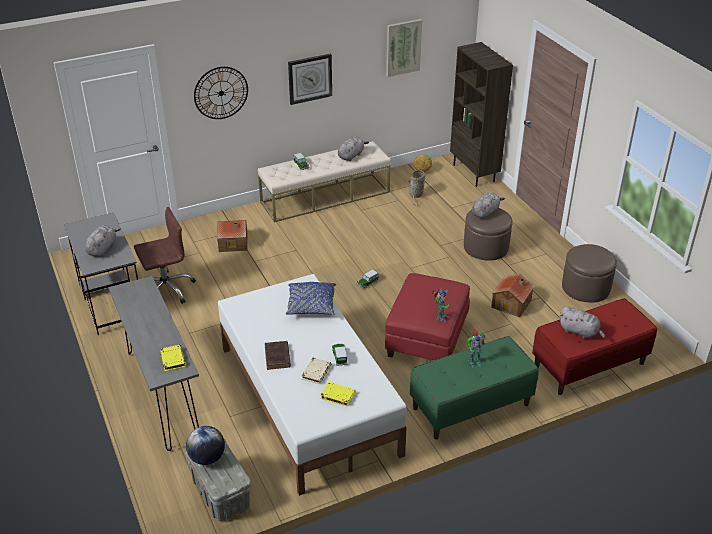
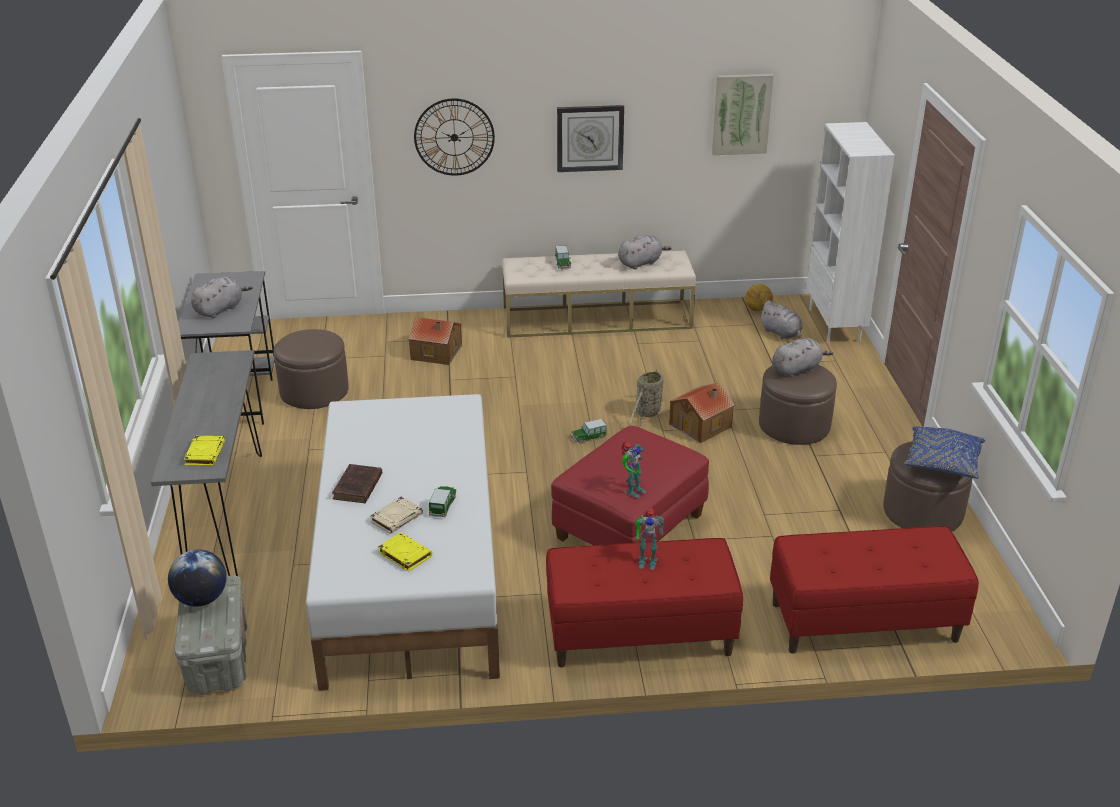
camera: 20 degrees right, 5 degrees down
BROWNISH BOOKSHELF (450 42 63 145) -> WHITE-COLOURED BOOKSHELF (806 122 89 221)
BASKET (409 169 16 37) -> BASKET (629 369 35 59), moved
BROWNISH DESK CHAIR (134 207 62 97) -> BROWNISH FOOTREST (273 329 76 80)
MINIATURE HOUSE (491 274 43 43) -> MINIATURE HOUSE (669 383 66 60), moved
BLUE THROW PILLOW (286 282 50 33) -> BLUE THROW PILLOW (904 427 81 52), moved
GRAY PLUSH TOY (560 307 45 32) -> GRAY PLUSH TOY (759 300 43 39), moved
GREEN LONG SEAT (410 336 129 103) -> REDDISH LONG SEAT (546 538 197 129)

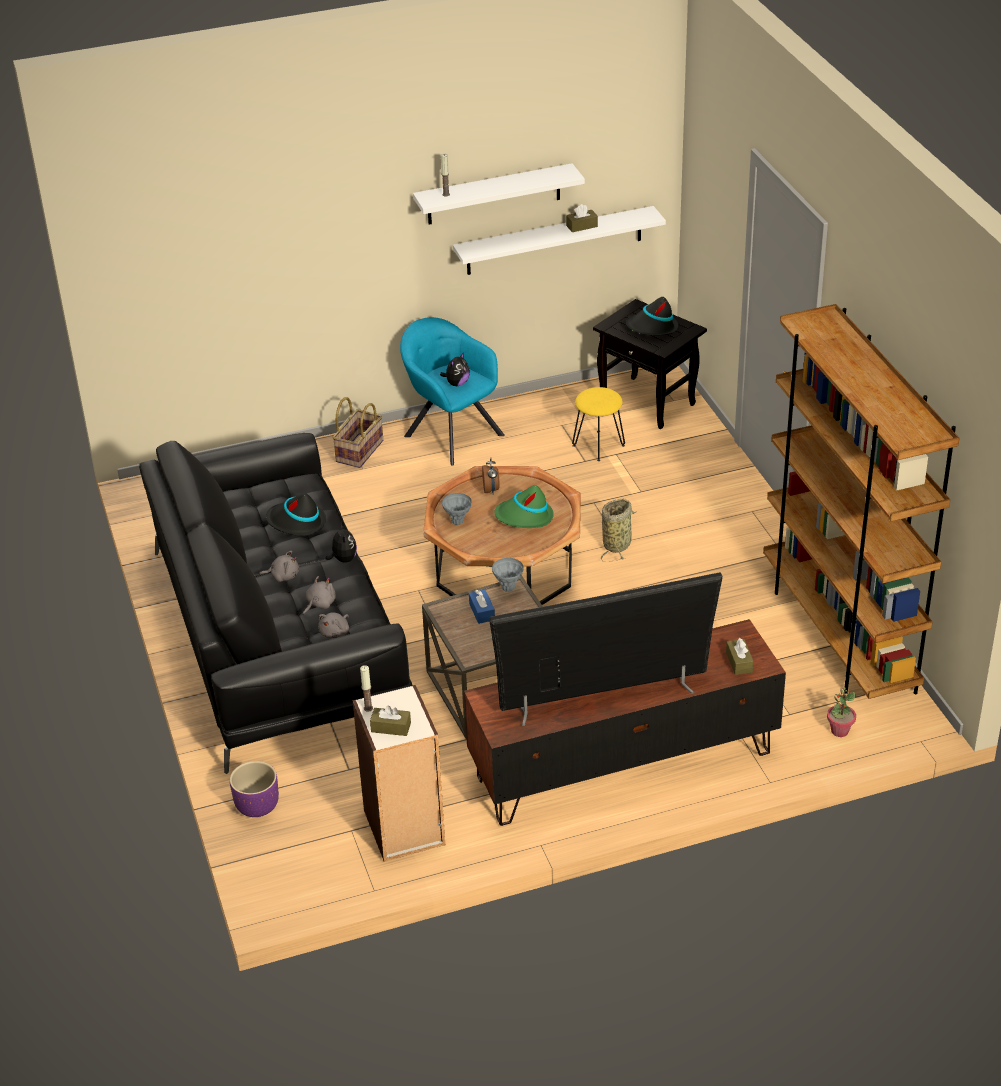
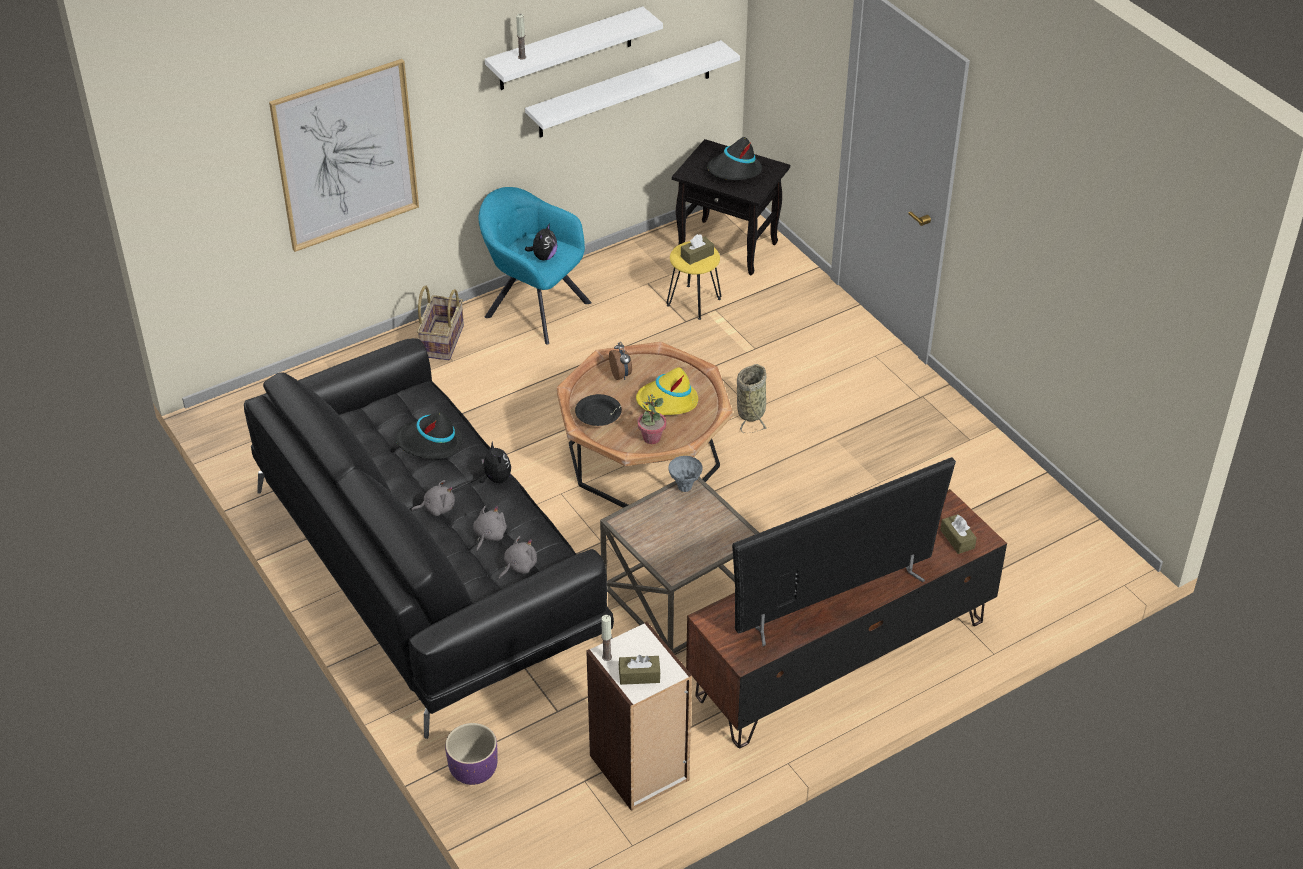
camera: 15 degrees left, 5 degrees up
BROWNISH BOX OF TISSUES (566 204 32 28) -> BROWNISH BOX OF TISSUES (681 234 33 31), moved
BROWNISH BOOKSHELF (763 304 197 395) -> none
GREEN WEARABLE HAT (494 485 60 43) -> YELLOW WEARABLE HAT (636 367 62 48)
GRAY VASE (442 493 30 32) -> BLACK-COLOURED DEEP DISH (575 394 47 32)
BLUE BOX OF TISSUES (469 590 26 34) -> none
GRAY PLUSH TOY (318 613 31 26) -> GRAY PLUSH TOY (499 536 38 43), 150 degrees counterclockwise
HOUSEPLANT (827 688 29 49) -> HOUSEPLANT (638 394 28 50), moved
none -> PICTURE (269 59 150 193)

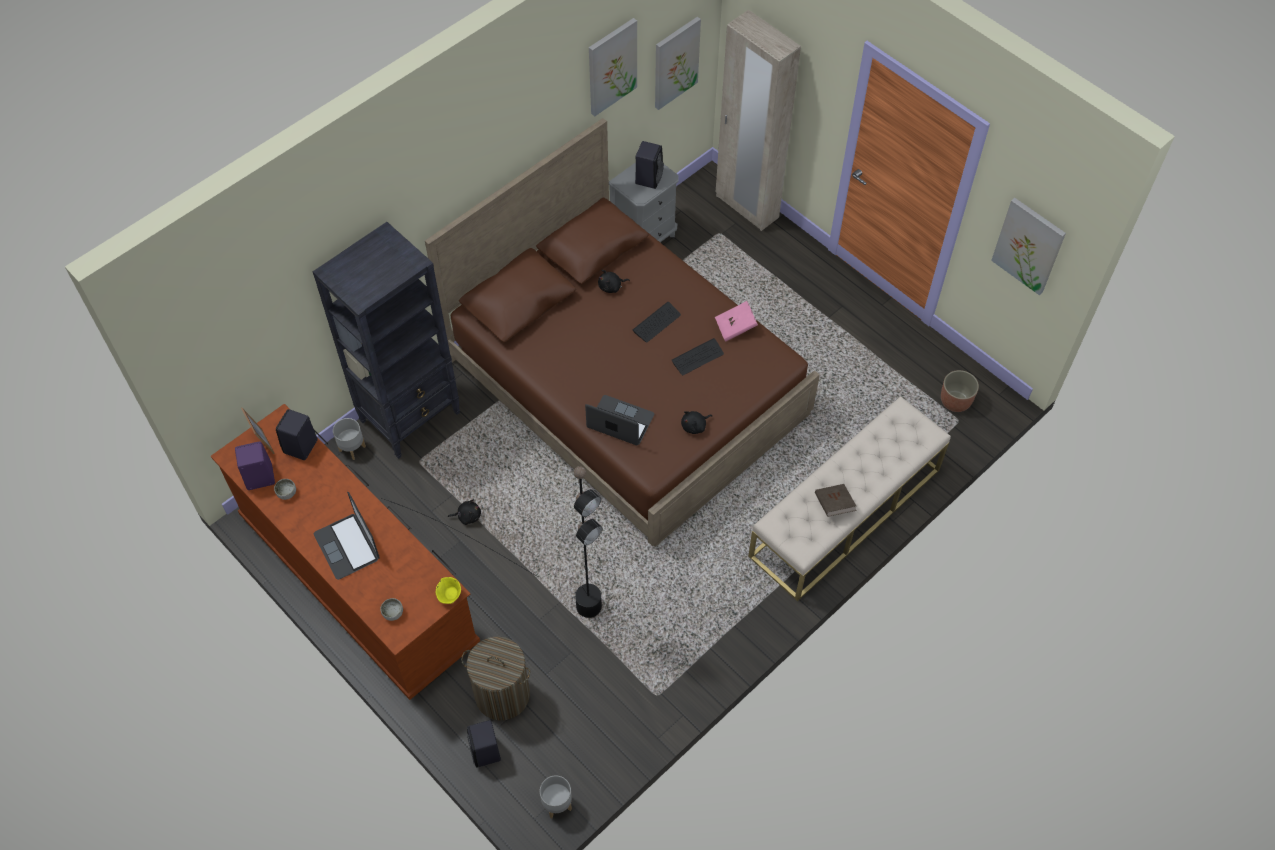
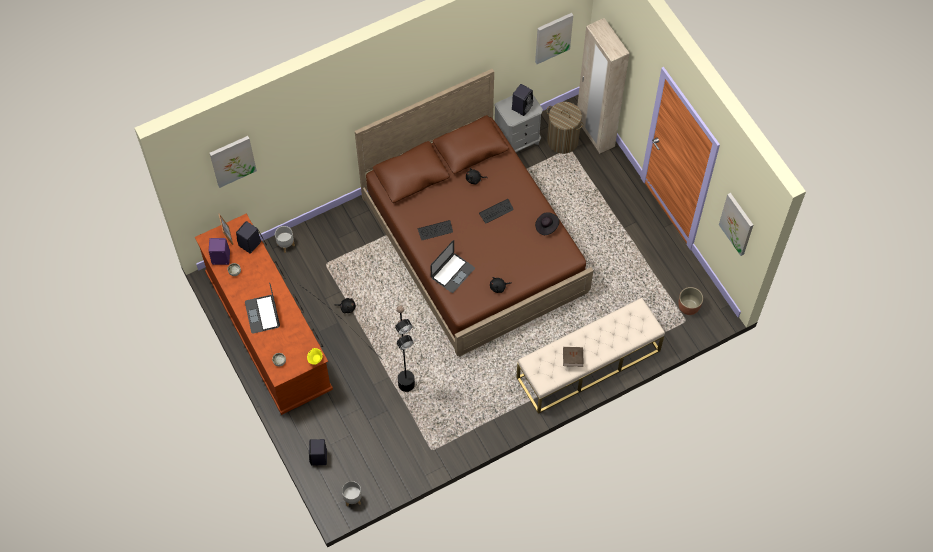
camera: 15 degrees right, 5 degrees up
PICTURE (589 18 48 98) -> PICTURE (210 136 47 52), moved
BLACK-COLOURED BOOKSHELF (313 222 147 237) -> none
PINKISH BOOK (715 301 43 40) -> BLACK-COLOURED WEARABLE HAT (535 212 24 23)
COMPUTER KEYBOARD (672 338 52 37) -> COMPUTER KEYBOARD (418 220 35 20), moved
LAPTOP (585 395 69 50) -> LAPTOP (430 240 45 53), 90 degrees clockwise
LAUNDRY BASKET (461 636 69 85) -> LAUNDRY BASKET (547 102 36 52), moved

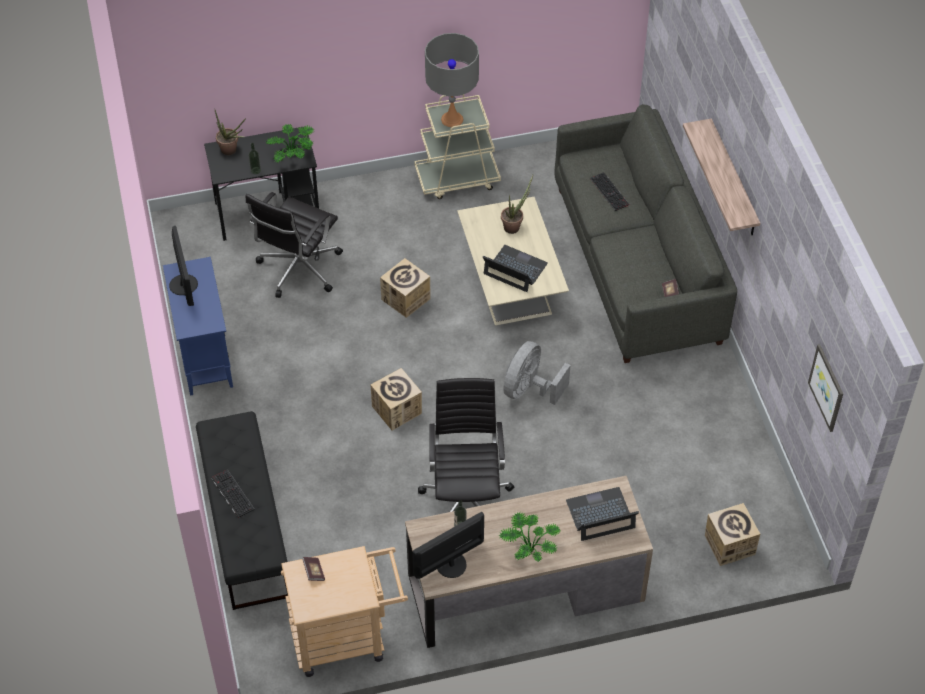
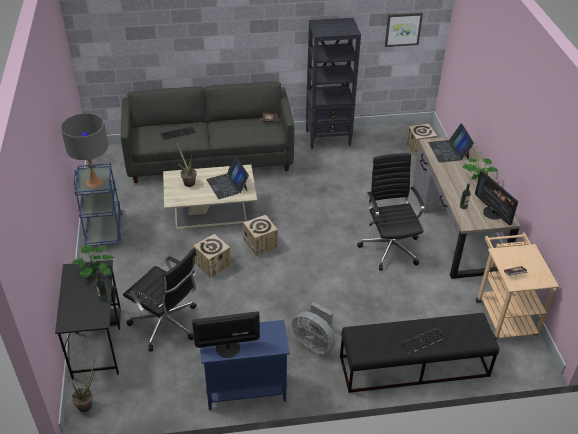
camera: 85 degrees left, 10 degrees down
BEIGE-COLOURED TROLLEY (415 94 86 105) -> BLUE TROLLEY (74 163 49 83)
HOUSEPLANT (215 110 31 45) -> HOUSEPLANT (72 358 23 54), moved
BRACKET SHELF (683 118 77 117) -> none
LAPTOP (483 245 65 47) -> LAPTOP (206 156 43 43), 60 degrees counterclockwise
GRAY COOLING FAN (503 341 67 64) -> GRAY COOLING FAN (292 302 44 52), moved
CARTON (371 368 51 63) -> CARTON (243 215 35 41), moved
BLACK-COLOURED DESK CHAIR (418 378 96 134) -> BLACK-COLOURED DESK CHAIR (357 153 67 117), 75 degrees clockwise
none -> BLACK-COLOURED BOOKSHELF (306 18 55 131)

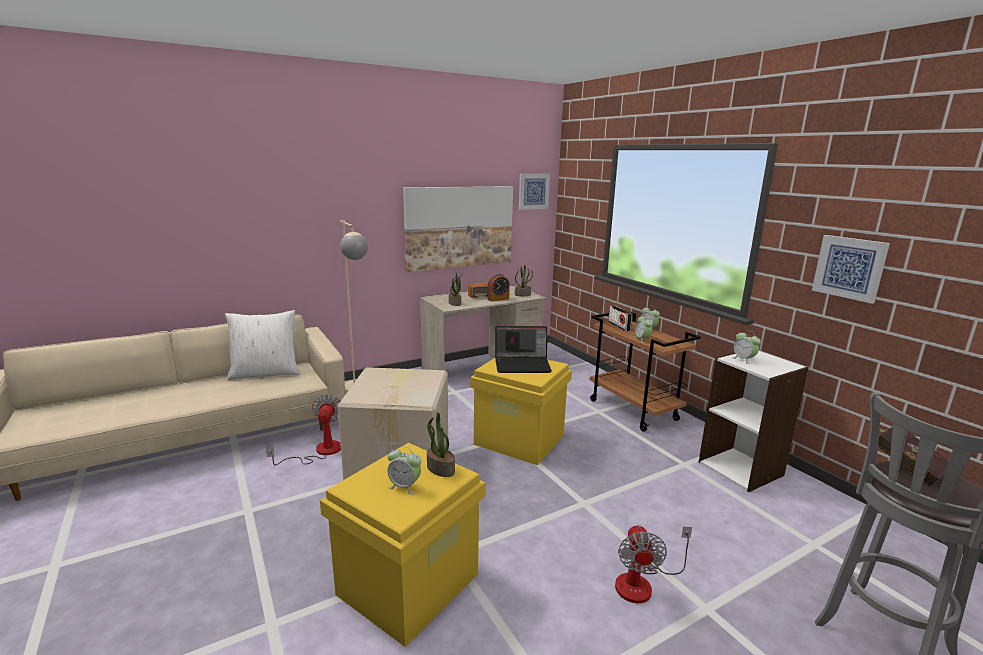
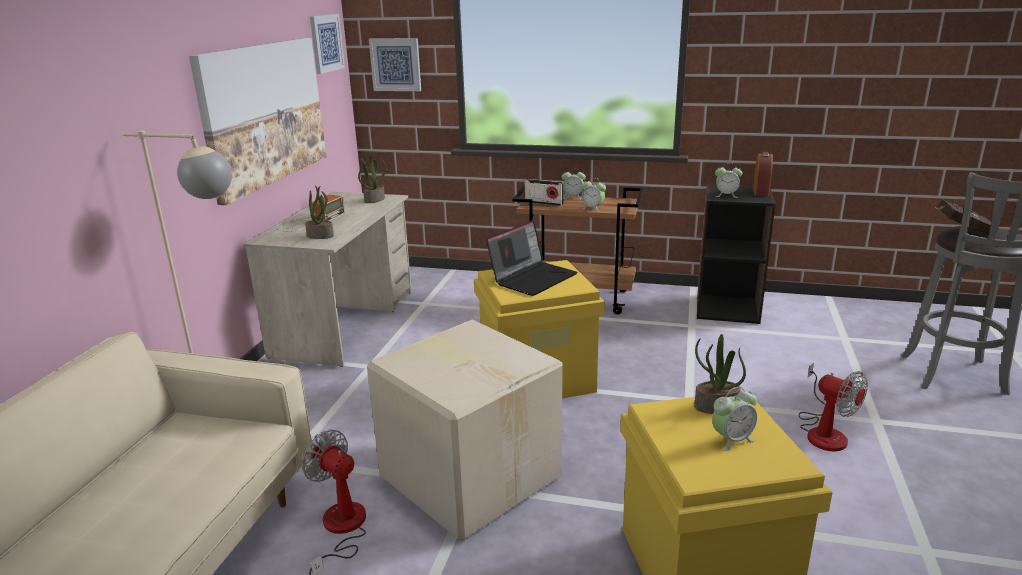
camera: 45 degrees left, 5 degrees up
PICTURE (812 235 78 69) -> PICTURE (369 38 52 53), moved
ALARM CLOCK (487 274 23 28) -> ALARM CLOCK (753 152 20 44), moved
WHITE-COLOURED THROW PILLOW (225 310 75 70) -> none
WHITE-COLOURED BOOKSHELF (699 351 110 141) -> BLACK-COLOURED BOOKSHELF (697 184 78 140)

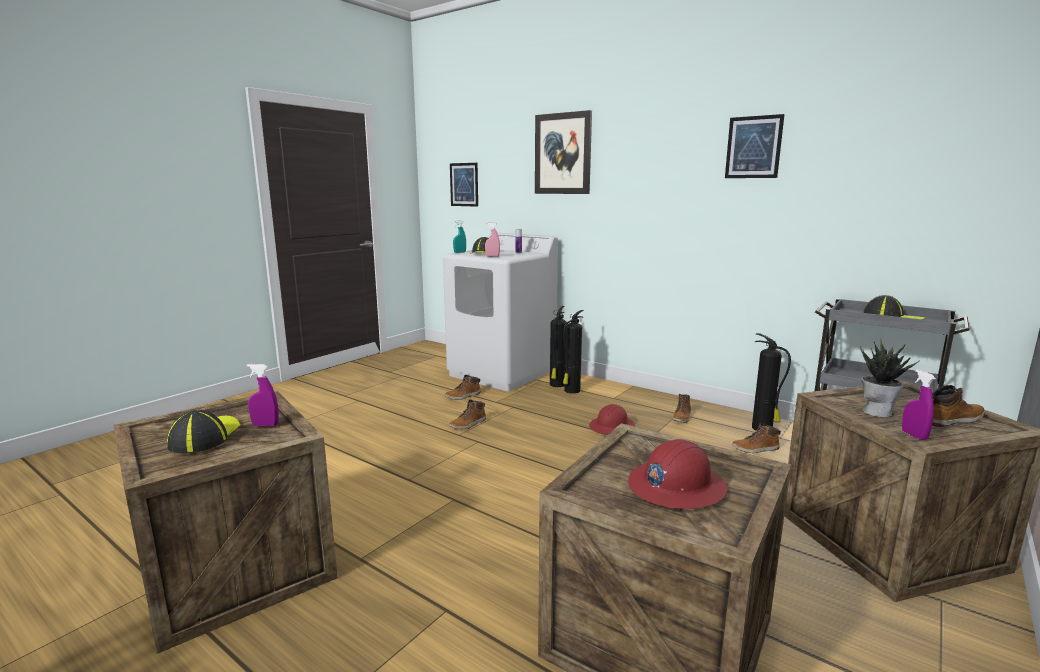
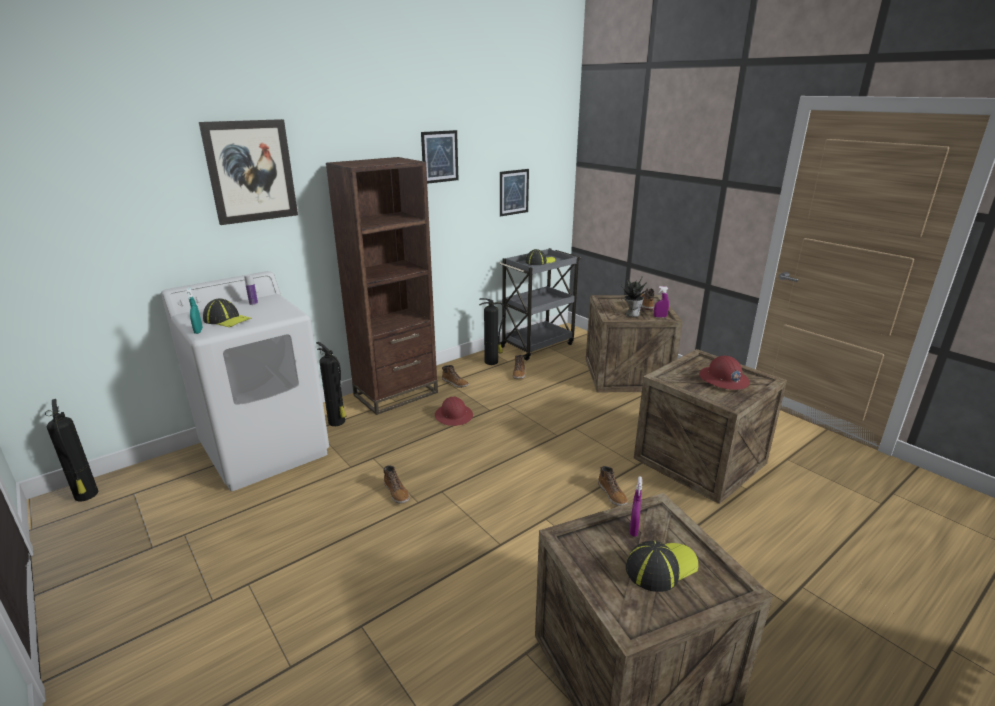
camera: 75 degrees left, 10 degrees up
PICTURE (450 163 28 44) -> PICTURE (500 169 29 48), moved
PINKISH SPRAYER (485 222 15 35) -> none
FIRE EXTINGUISHER (563 310 21 84) -> FIRE EXTINGUISHER (45 399 53 102), moved
BOOT (445 375 36 25) -> BOOT (598 466 30 40), moved
BASEBALL CAP (167 410 73 44) -> BASEBALL CAP (626 541 72 51), 135 degrees clockwise
none -> BROWNISH BOOKSHELF (326 157 112 258)

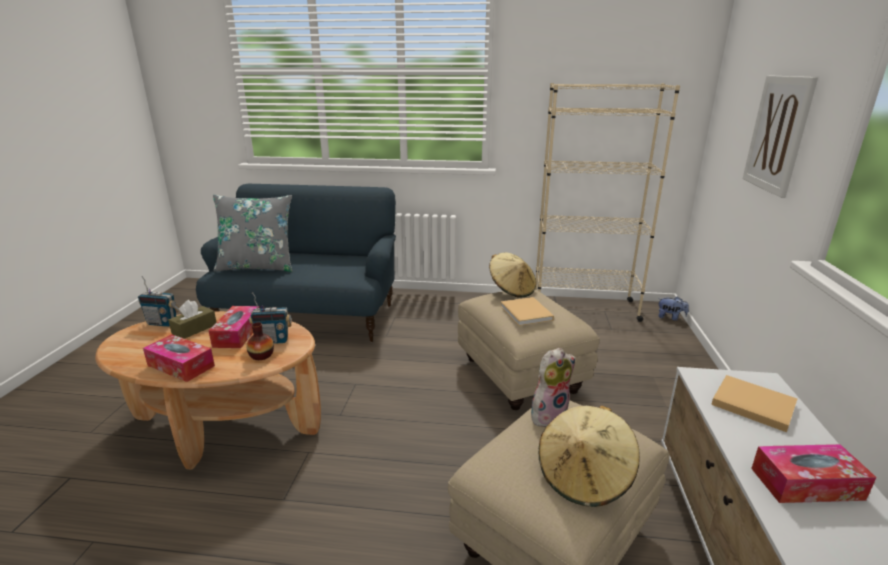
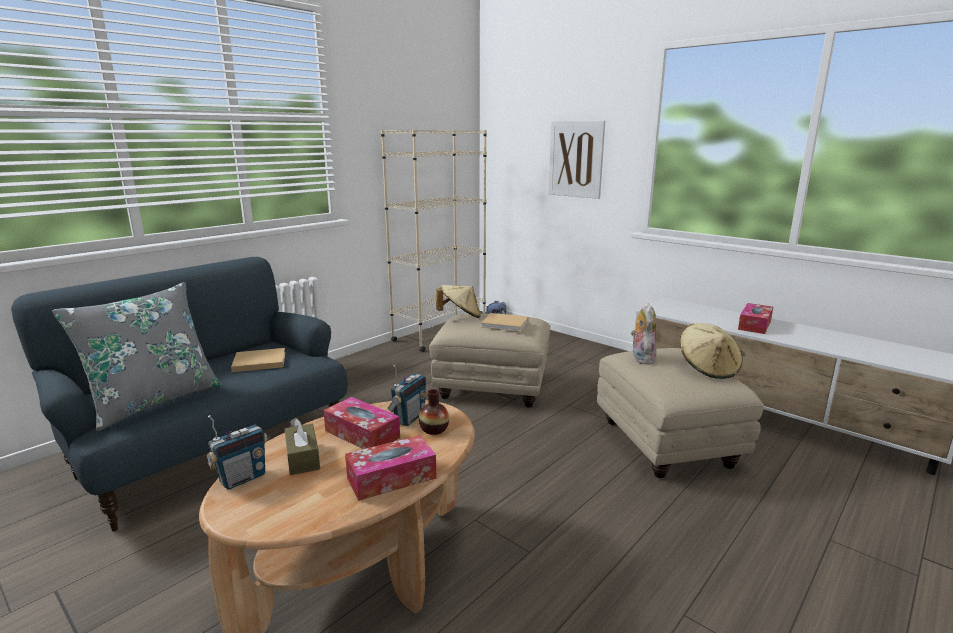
camera: 55 degrees left, 5 degrees down
BEIGE-COLOURED BOOK (711 375 86 57) -> BEIGE-COLOURED BOOK (231 348 54 24), moved

